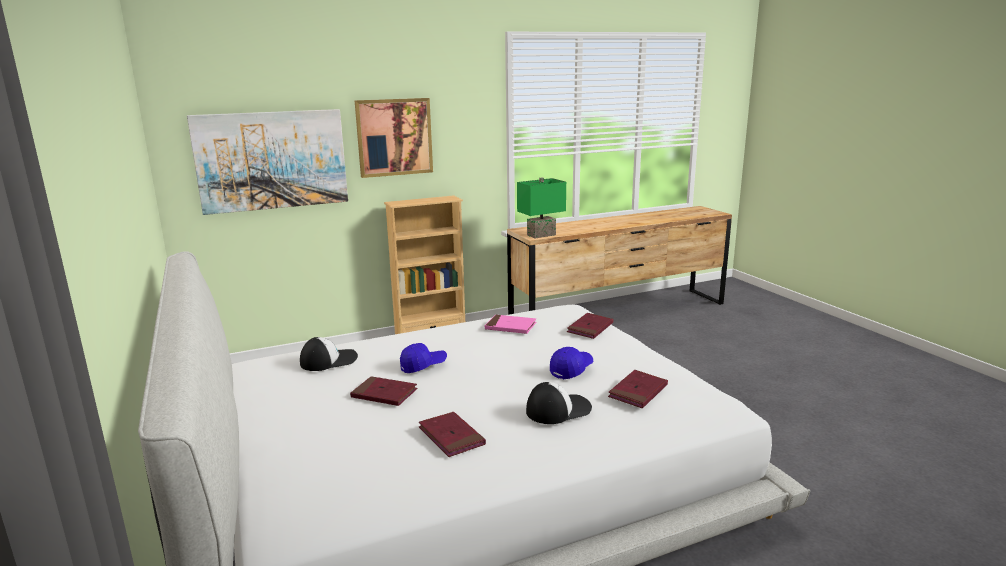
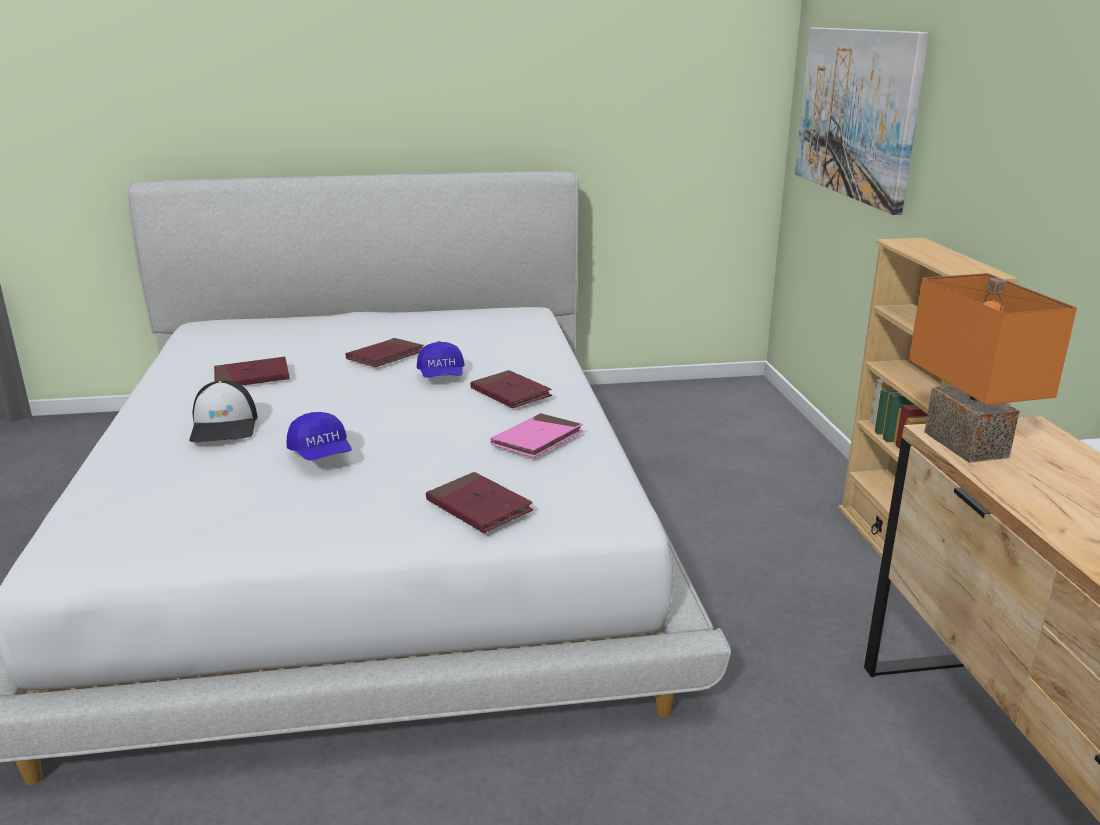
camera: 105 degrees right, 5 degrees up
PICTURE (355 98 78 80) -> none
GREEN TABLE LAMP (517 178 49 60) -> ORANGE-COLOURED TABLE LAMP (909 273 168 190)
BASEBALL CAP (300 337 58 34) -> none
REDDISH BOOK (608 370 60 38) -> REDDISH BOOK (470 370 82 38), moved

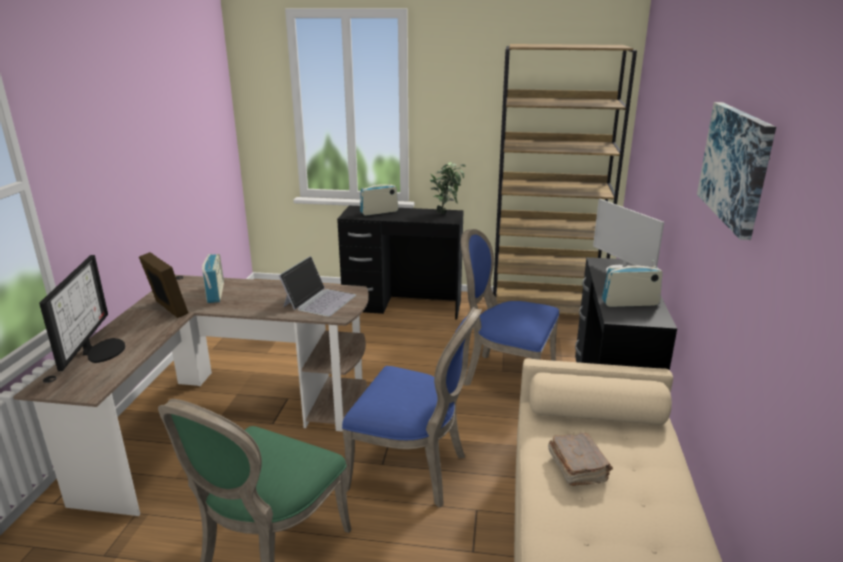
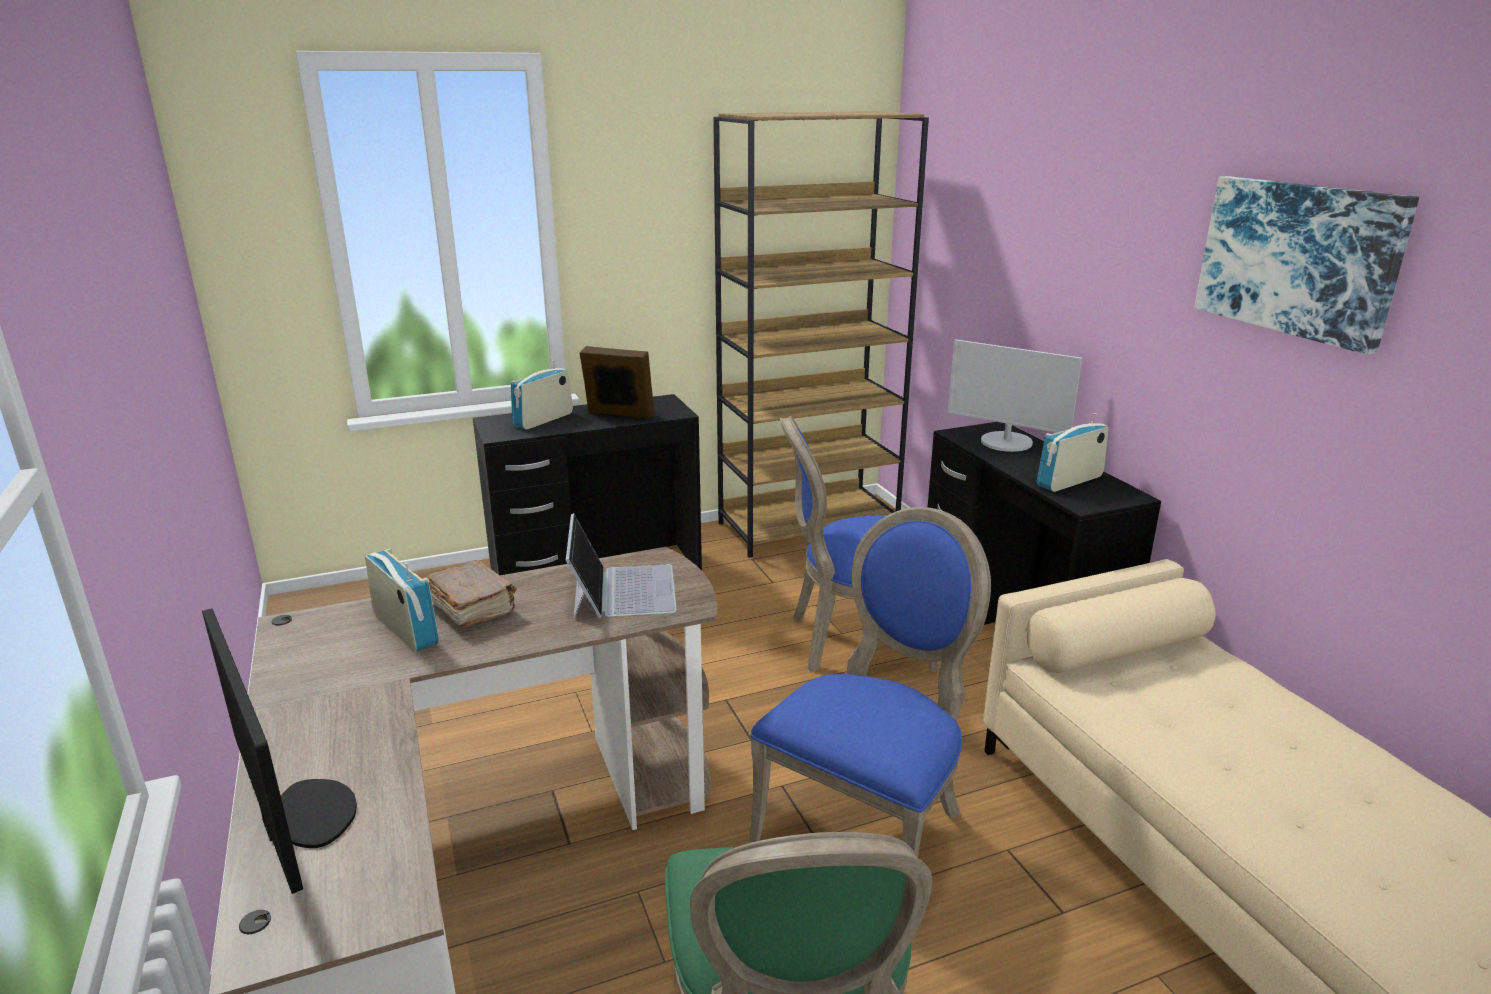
camera: 30 degrees left, 0 degrees up
HOUSEPLANT (430 162 36 52) -> none
STANDING FRAME (139 252 50 66) -> STANDING FRAME (580 346 75 73), moved
BLUE CHAIR (342 307 140 201) -> BLUE CHAIR (749 507 242 351), 45 degrees counterclockwise
BROWNISH BOOK (548 433 65 53) -> BROWNISH BOOK (428 560 89 67), moved

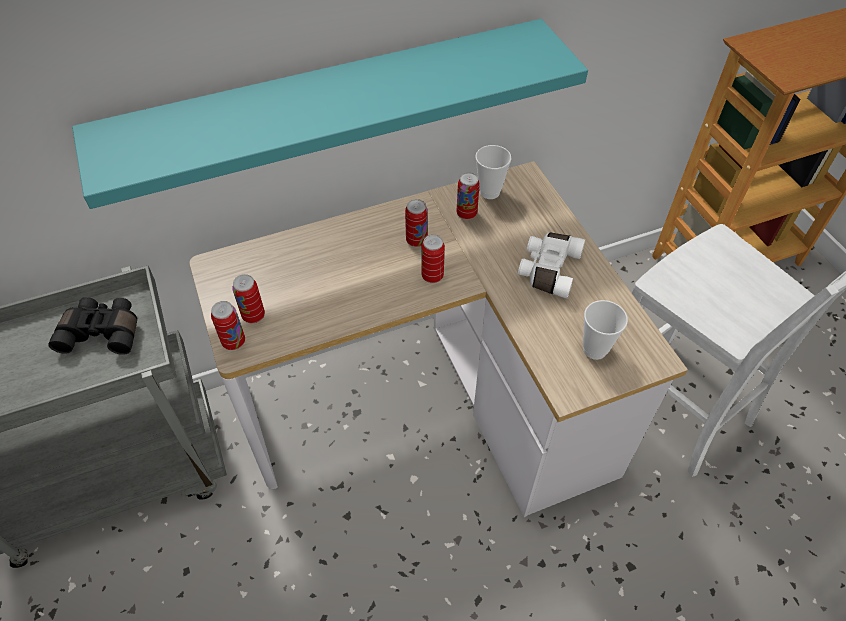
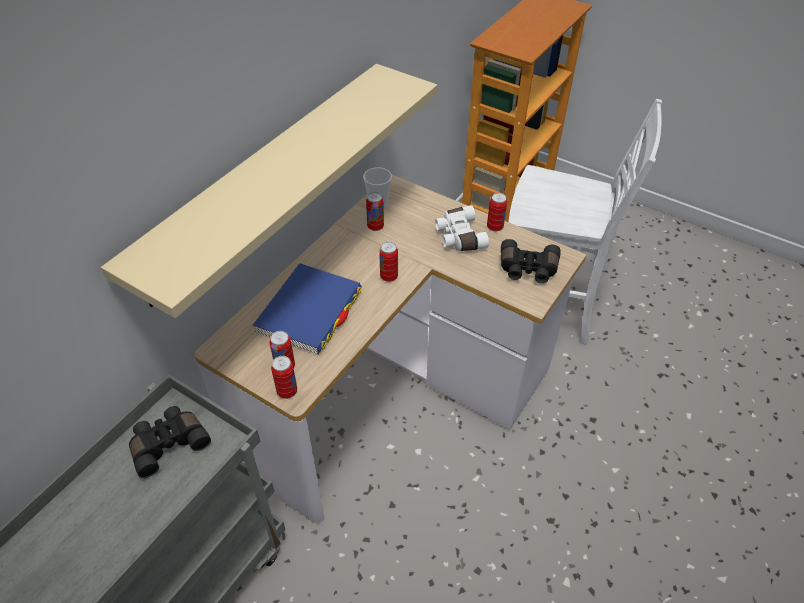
camera: 35 degrees left, 5 degrees down
TURQUOISE-COLOURED BRACKET SHELF (72 19 516 190) -> BEIGE-COLOURED BRACKET SHELF (101 64 336 254)
CAN (405 199 23 48) -> CAN (487 193 20 39), moved
SMALL CUP (583 300 45 60) -> BLACK-COLOURED BINOCULARS (501 239 60 45)
none -> BLUE BOOK (253 263 109 91)

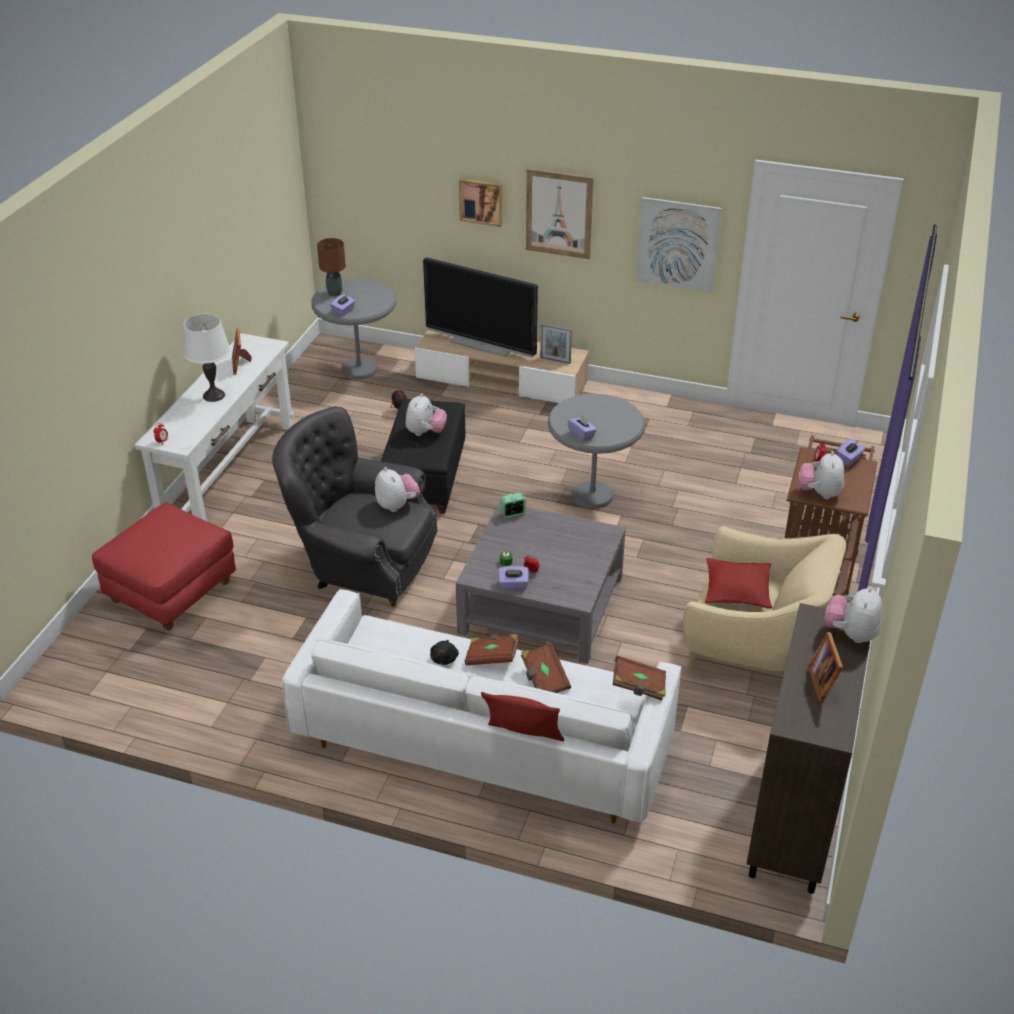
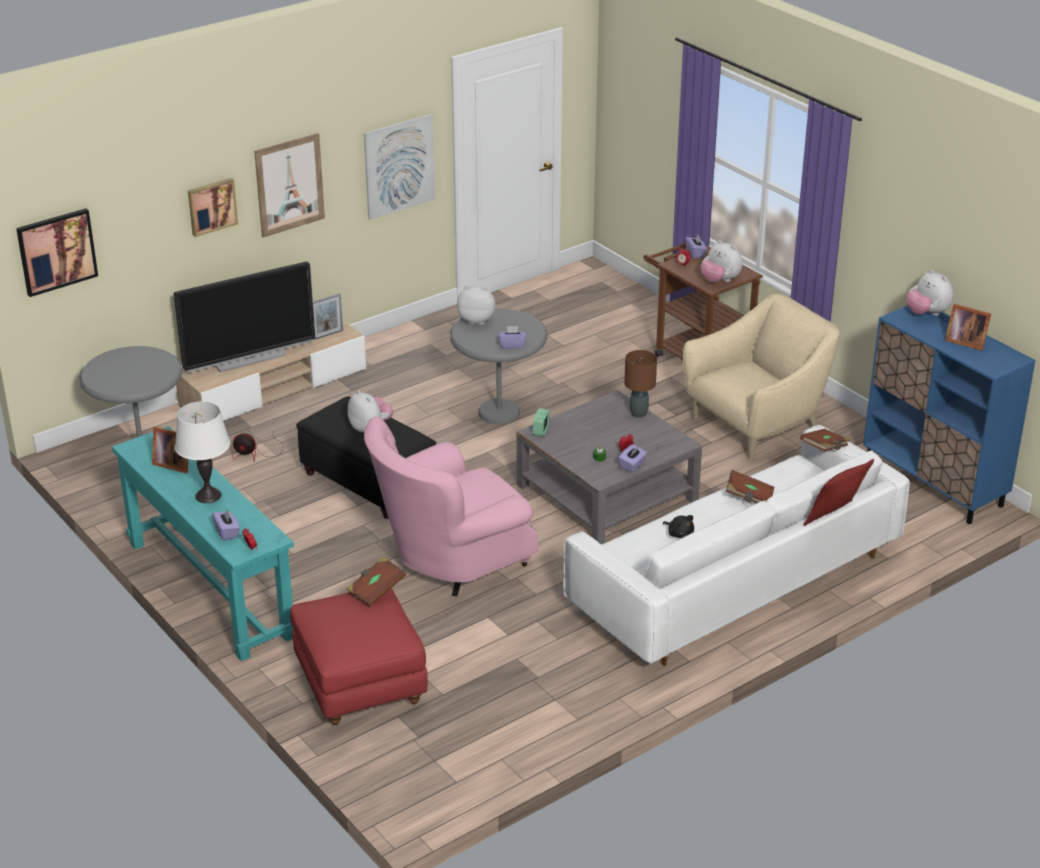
camera: 55 degrees left, 5 degrees down
BROWNISH TABLE LAMP (317 238 29 59) -> BROWNISH TABLE LAMP (624 350 33 68), moved
PURPLE BOX OF TISSUES (330 294 25 22) -> PURPLE BOX OF TISSUES (212 510 28 31), moved
WHITE-COLOURED NARROW TABLE (135 333 159 188) -> TURQUOISE-COLOURED NARROW TABLE (112 426 182 235)
GRAY EASY CHAIR (272 406 166 201) -> PINKISH EASY CHAIR (364 417 174 179)
PLUSH TOY (375 467 45 45) -> PLUSH TOY (457 286 38 39), moved
REDDISH THROW PILLOW (705 558 67 51) -> none
BROWNISH CABINET (747 603 123 291) -> BLUE CABINET (863 305 173 219)
BROWNISH BOOK (465 634 55 31) -> BROWNISH BOOK (346 556 60 51), moved
none -> PICTURE (16 208 82 89)

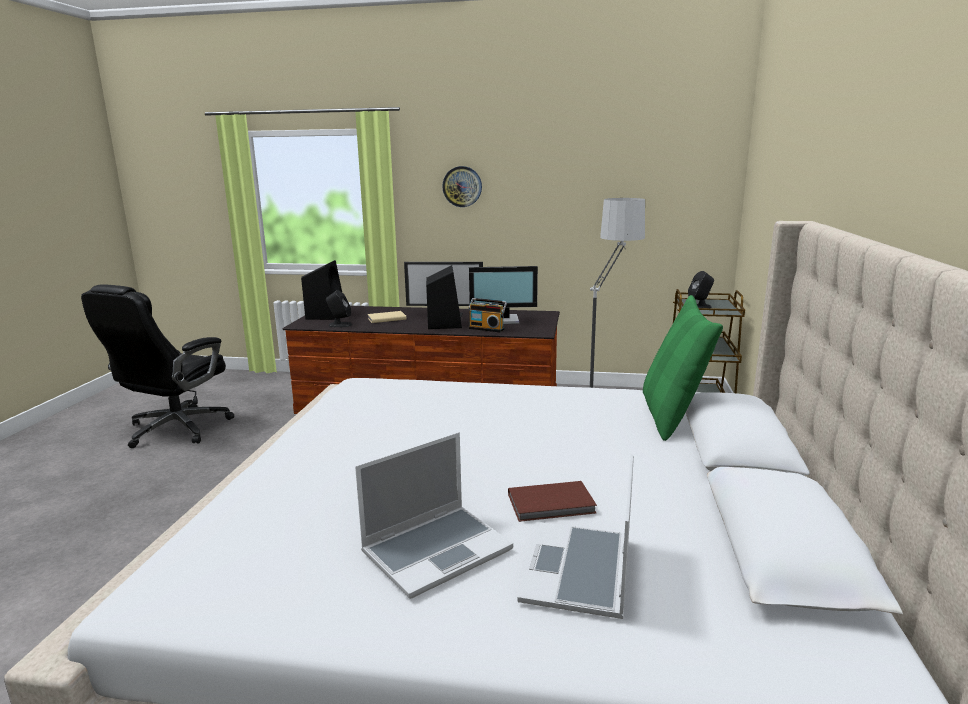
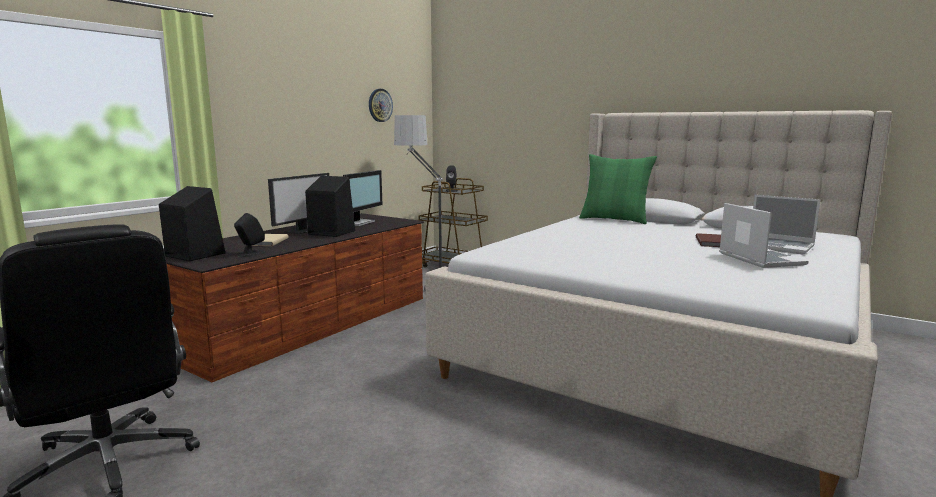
camera: 65 degrees left, 5 degrees down
HANGING CLOCK (442 166 40 41) -> HANGING CLOCK (369 89 24 33), moved
RADIO RECEIVER (469 298 38 34) -> none

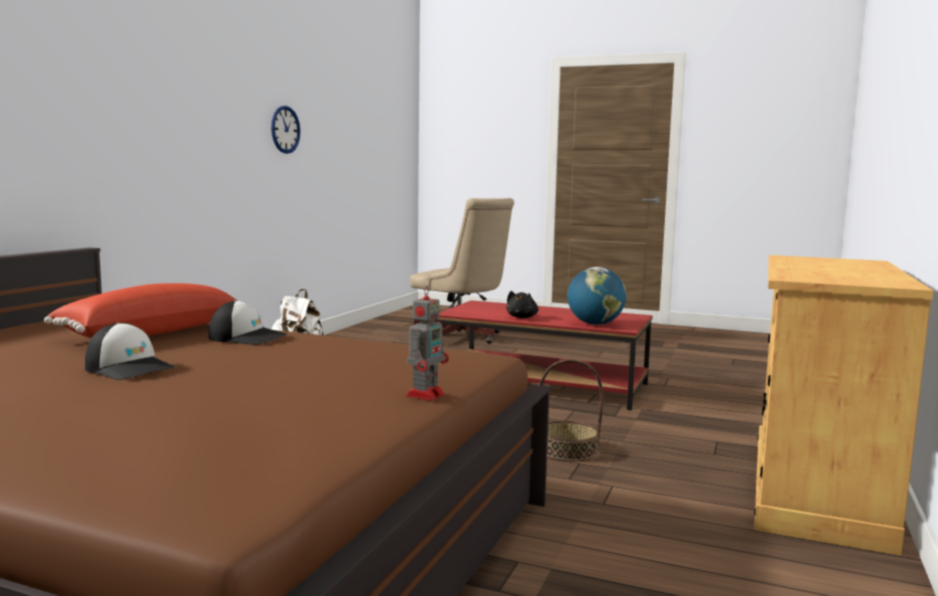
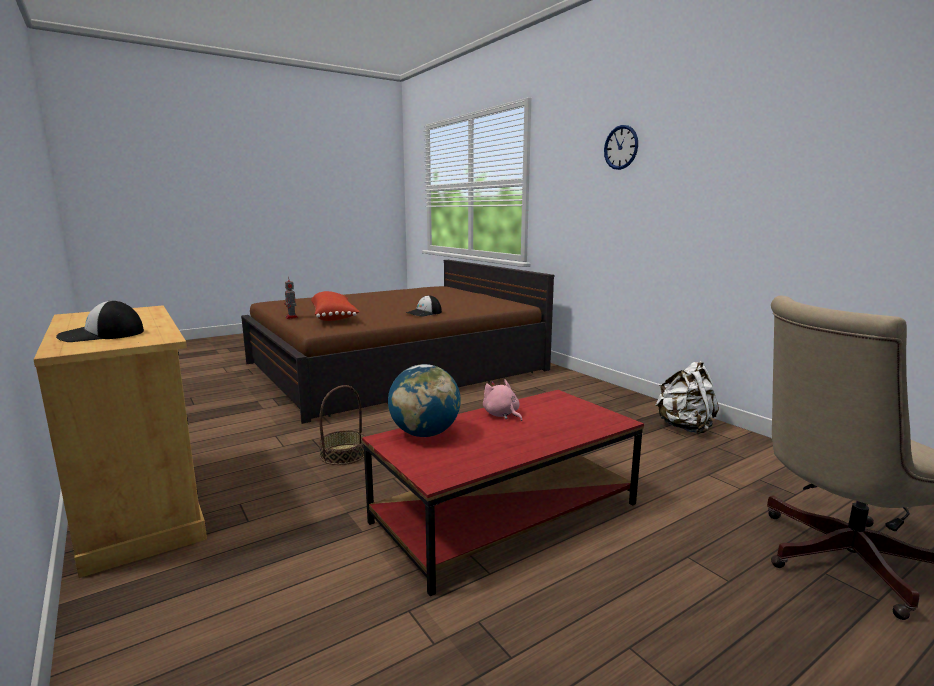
camera: 125 degrees right, 5 degrees up
HANGING CLOCK (271 106 29 48) -> HANGING CLOCK (604 125 34 45), moved
REDDISH THROW PILLOW (44 283 192 55) -> REDDISH THROW PILLOW (311 291 49 30), moved
BLACK-COLOURED PLUSH TOY (506 291 32 27) -> PINKISH PLUSH TOY (483 379 39 42)
BASEBALL CAP (85 323 91 57) -> BASEBALL CAP (56 300 88 42), moved

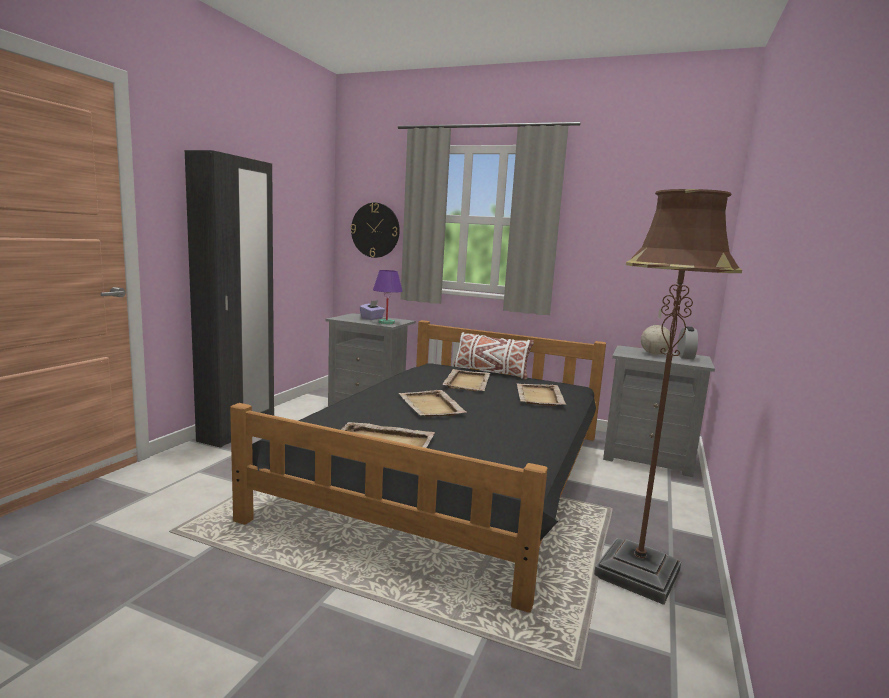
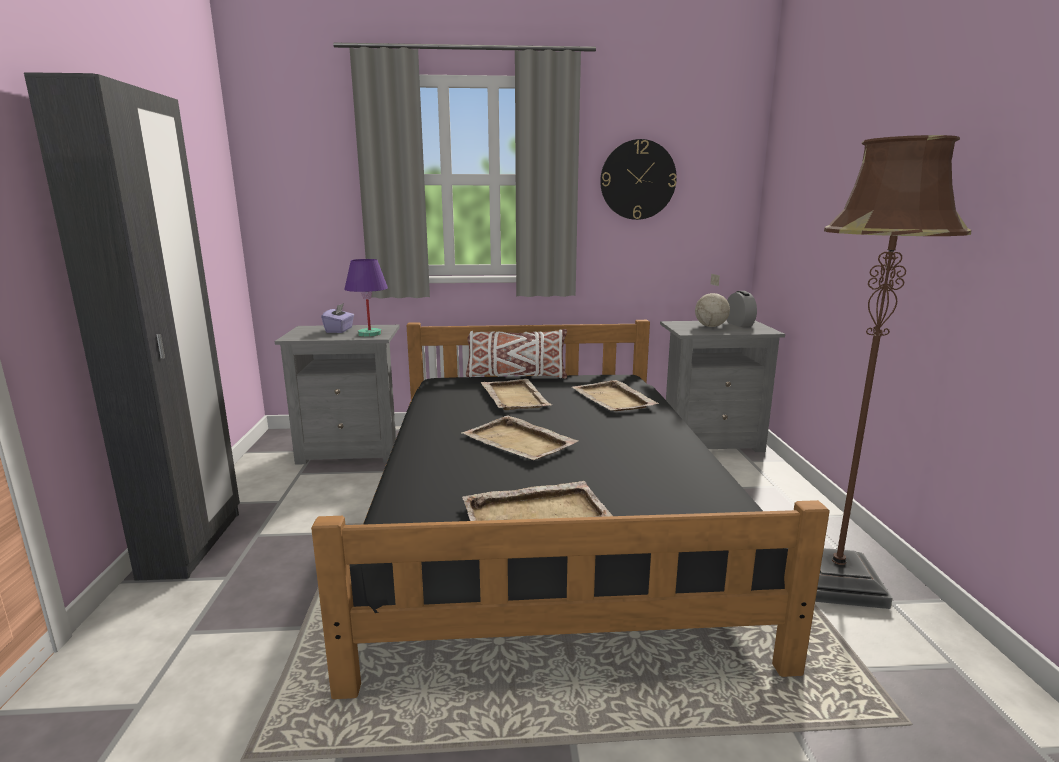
camera: 25 degrees left, 5 degrees up
HANGING CLOCK (351 203 49 55) -> HANGING CLOCK (600 139 77 81), moved

